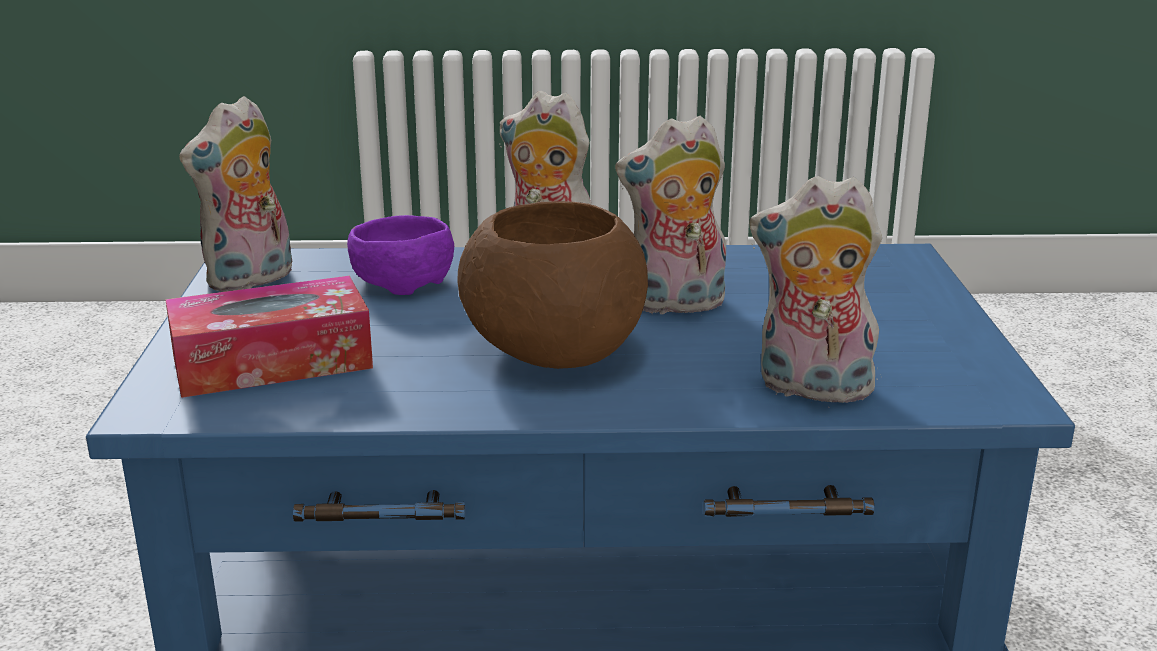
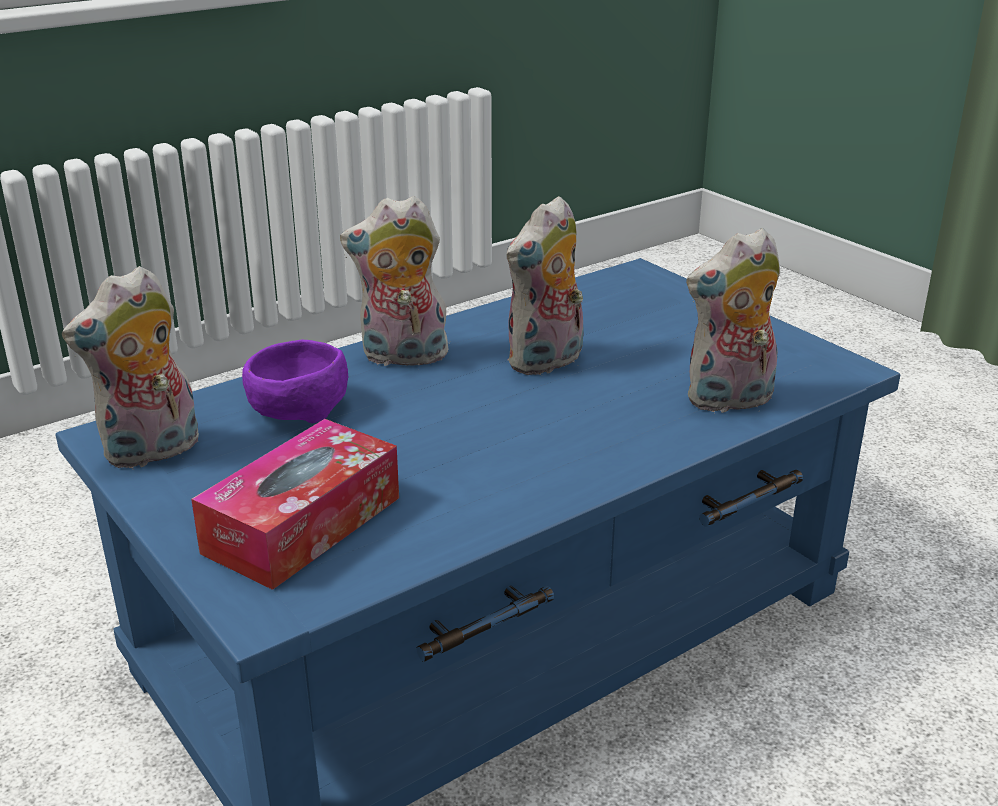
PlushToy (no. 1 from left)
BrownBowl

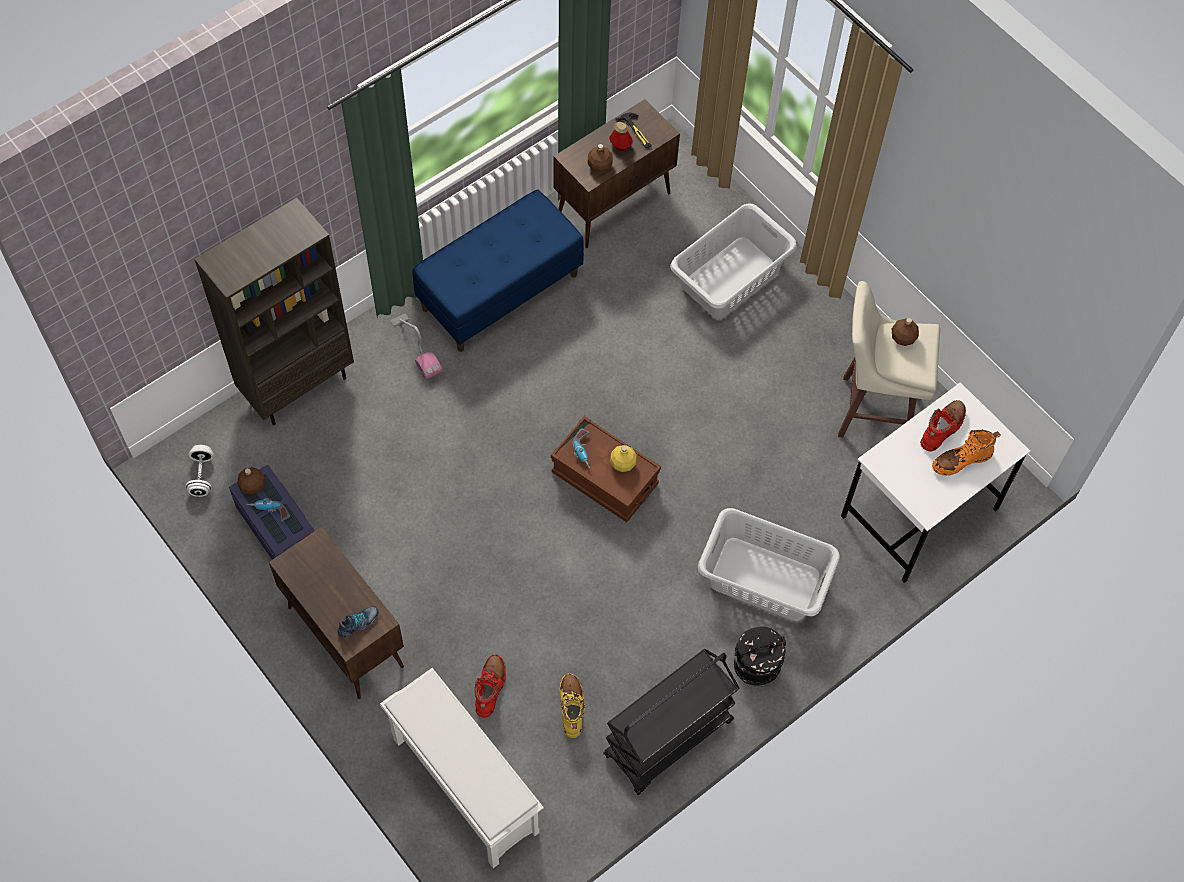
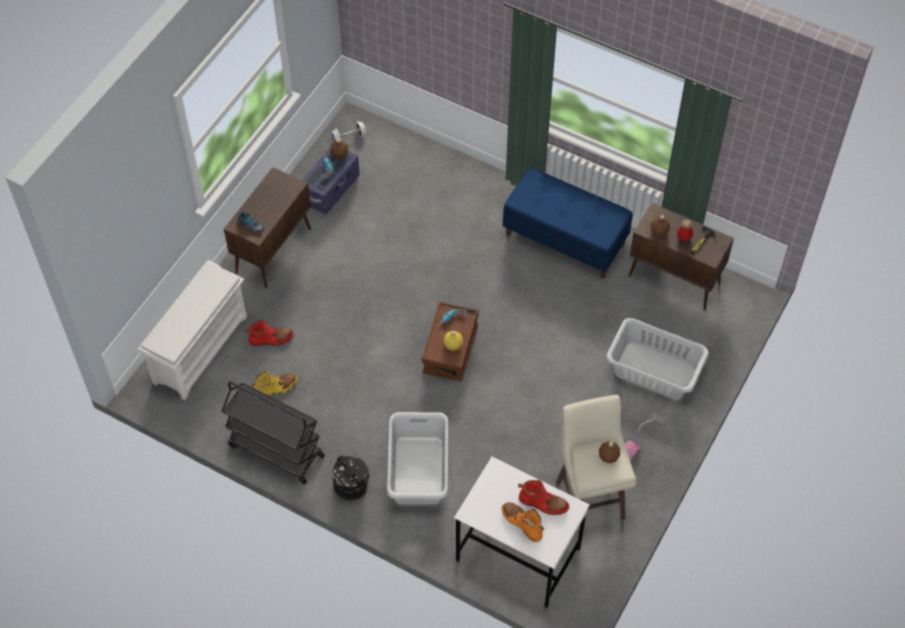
BrownBookcase
VacuumCleaner

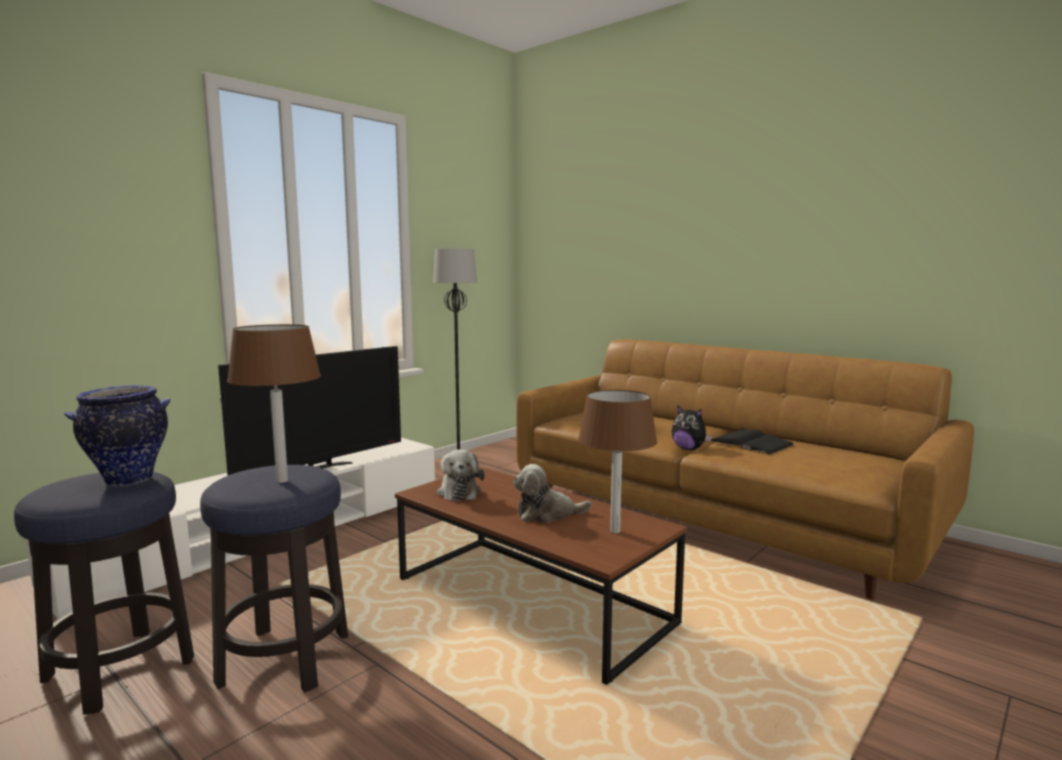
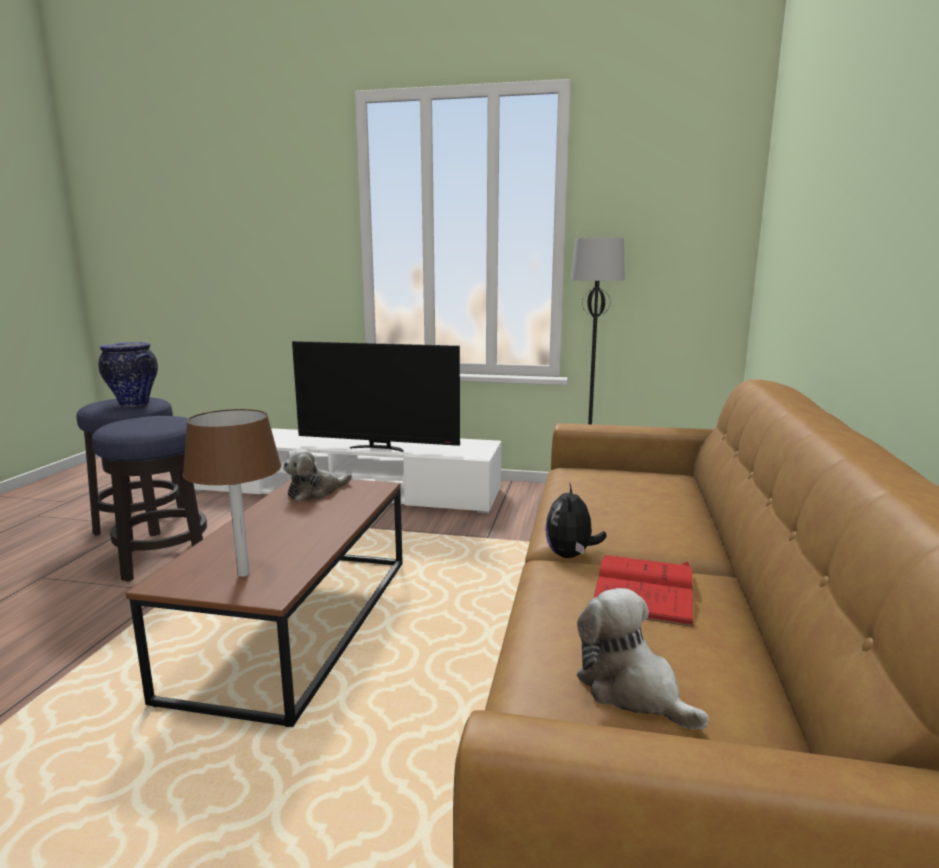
BrownTableLamp (no. 1 from left in the first image)
PlushToy (no. 3 from left)
RedBook

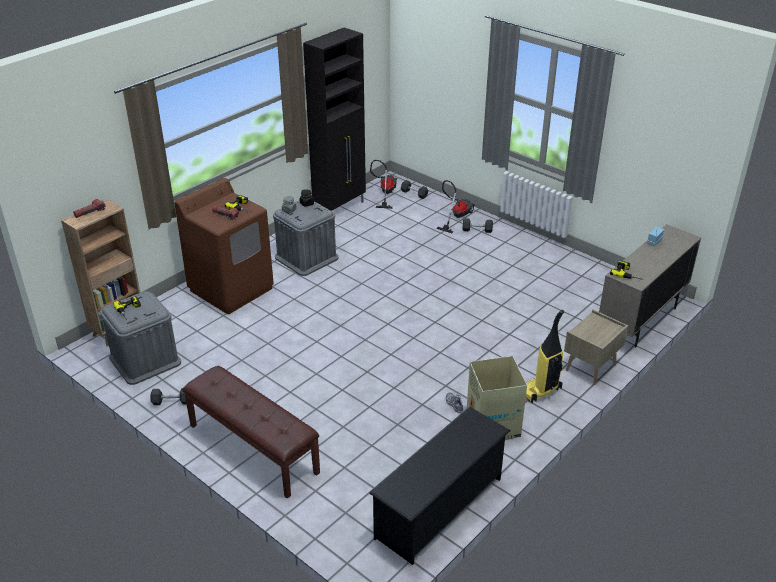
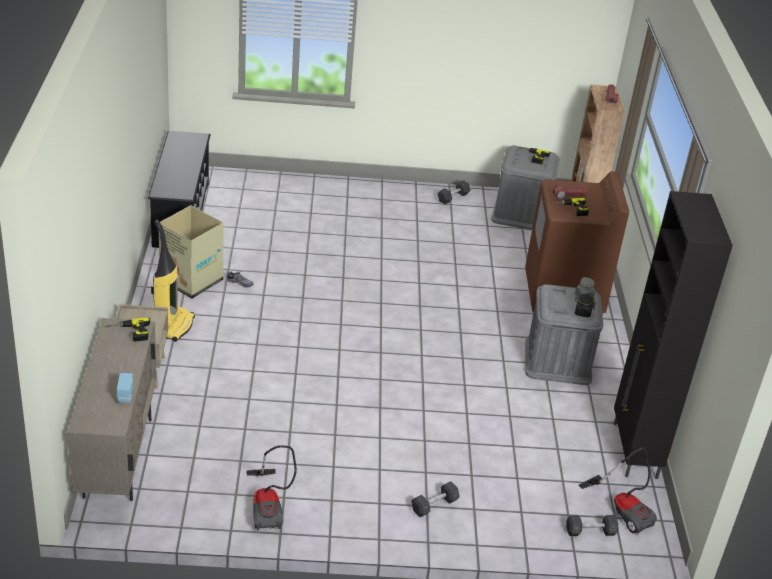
BrownBench
VacuumCleaner (no. 2 from left)

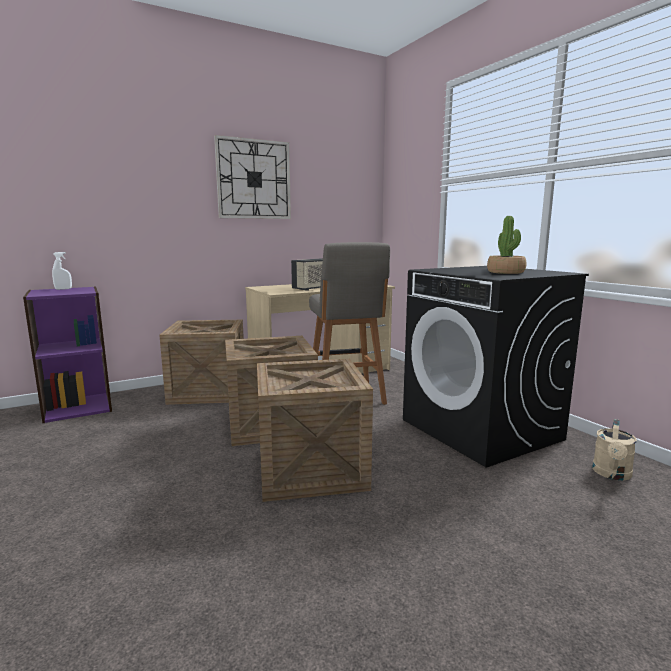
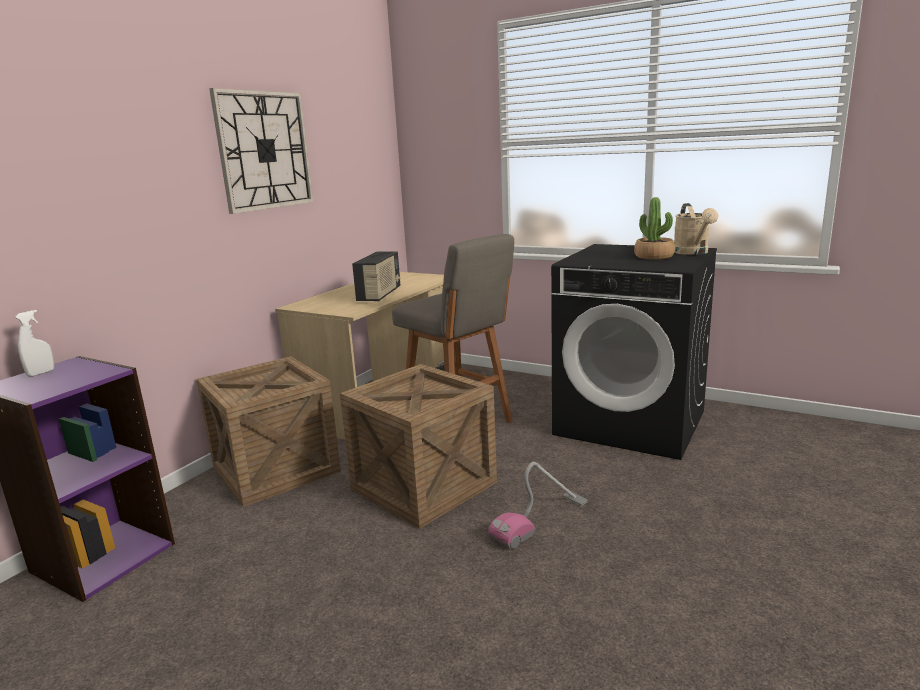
VacuumCleaner
BeigeWateringCan

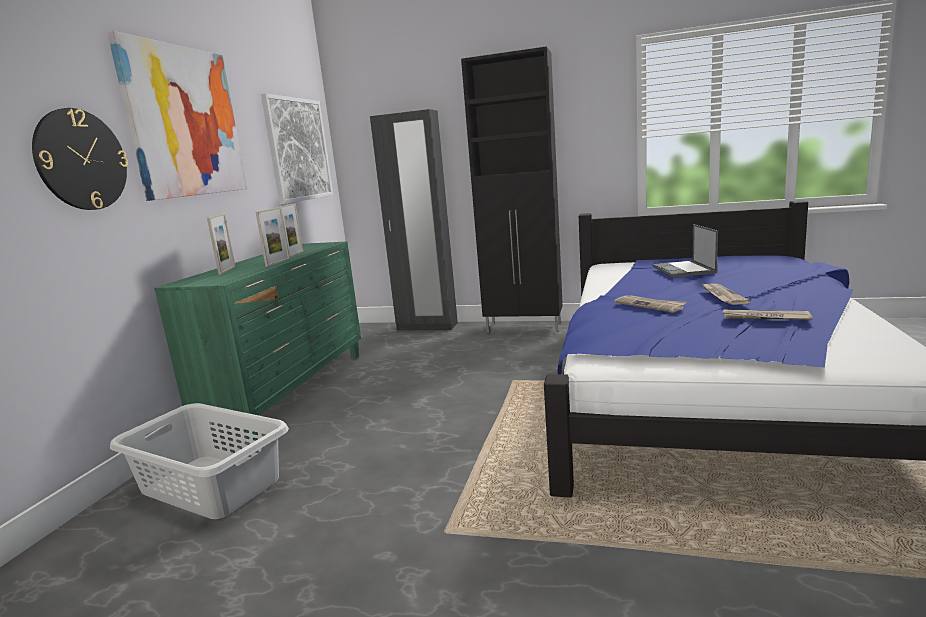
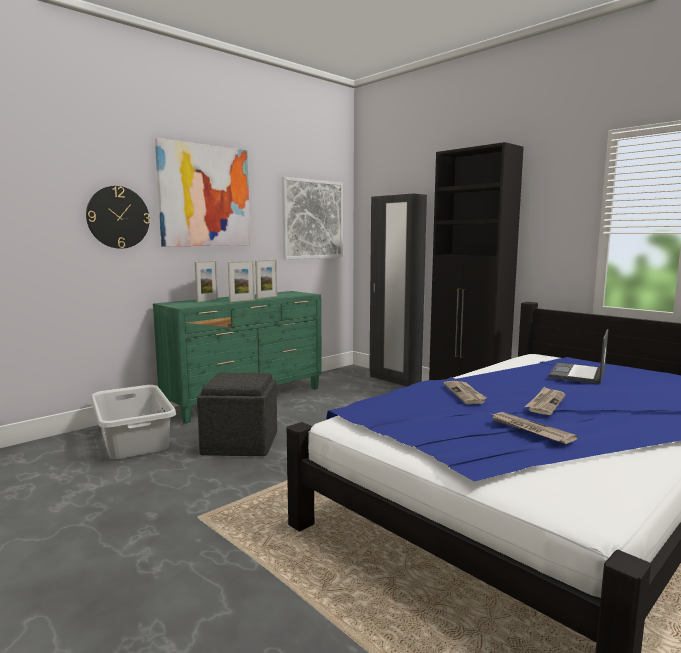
GreyOttoman

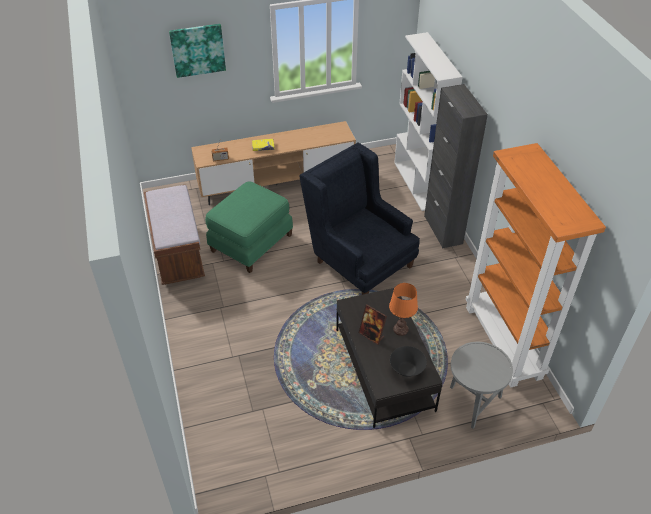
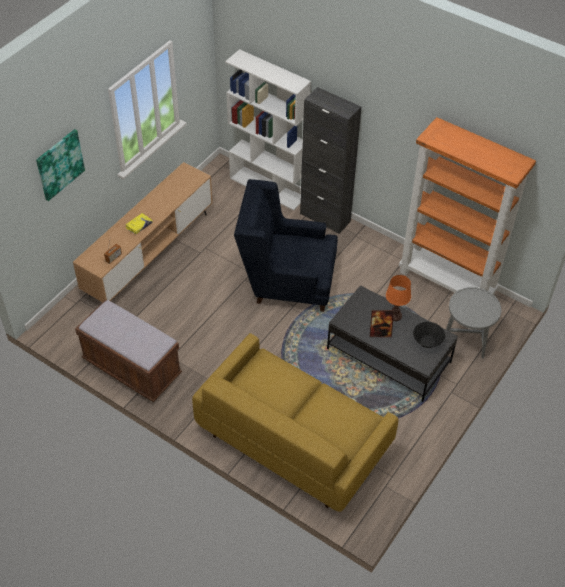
GreenOttoman
YellowSofa

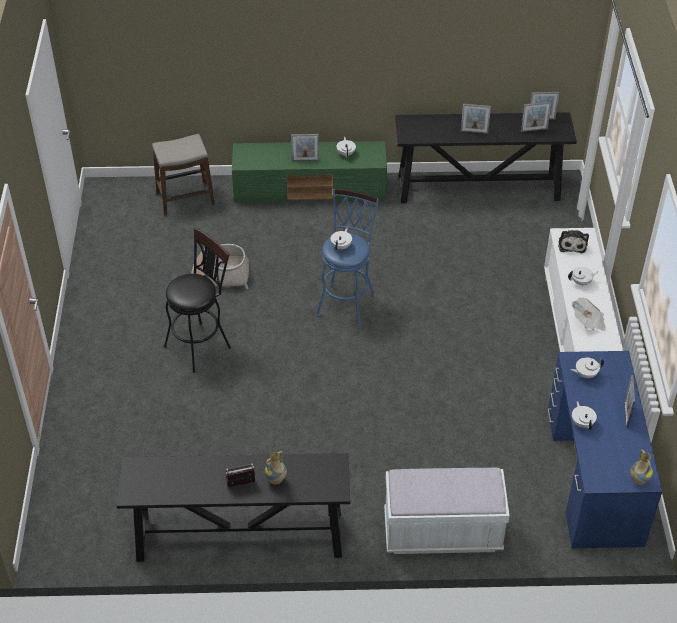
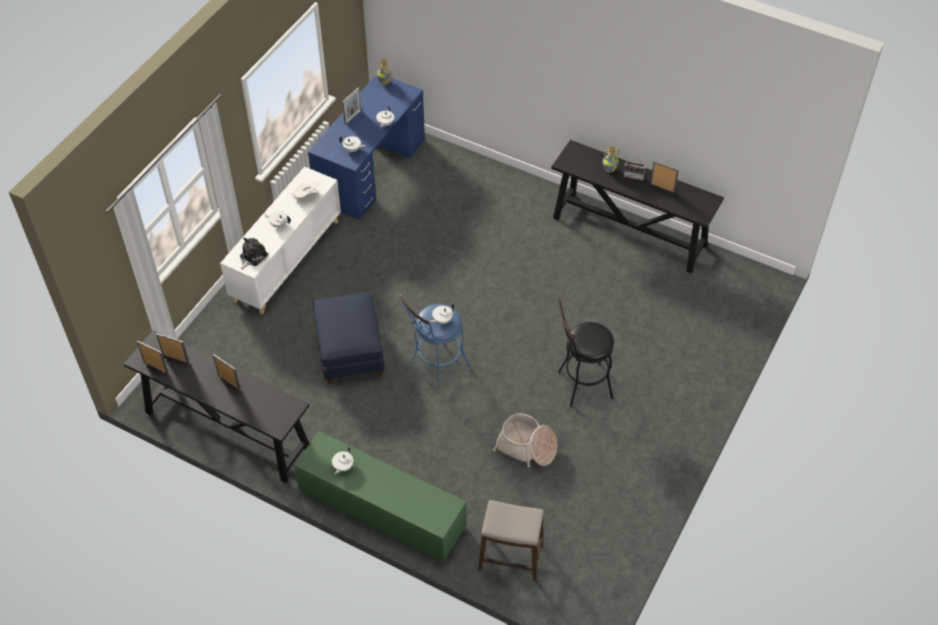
PictureFrame (no. 5 from left)
WhiteBench
BlueOttoman

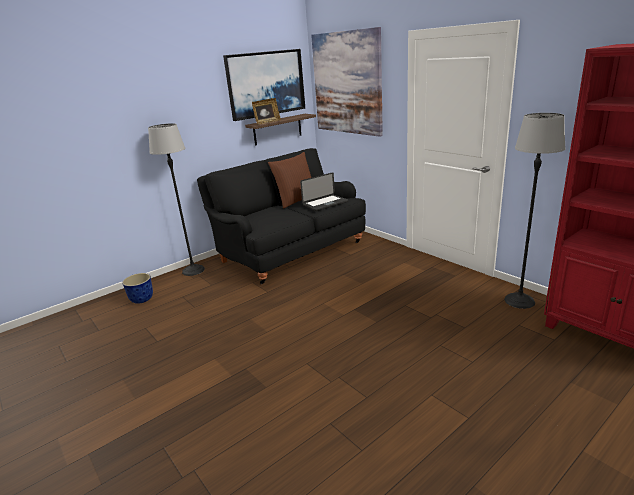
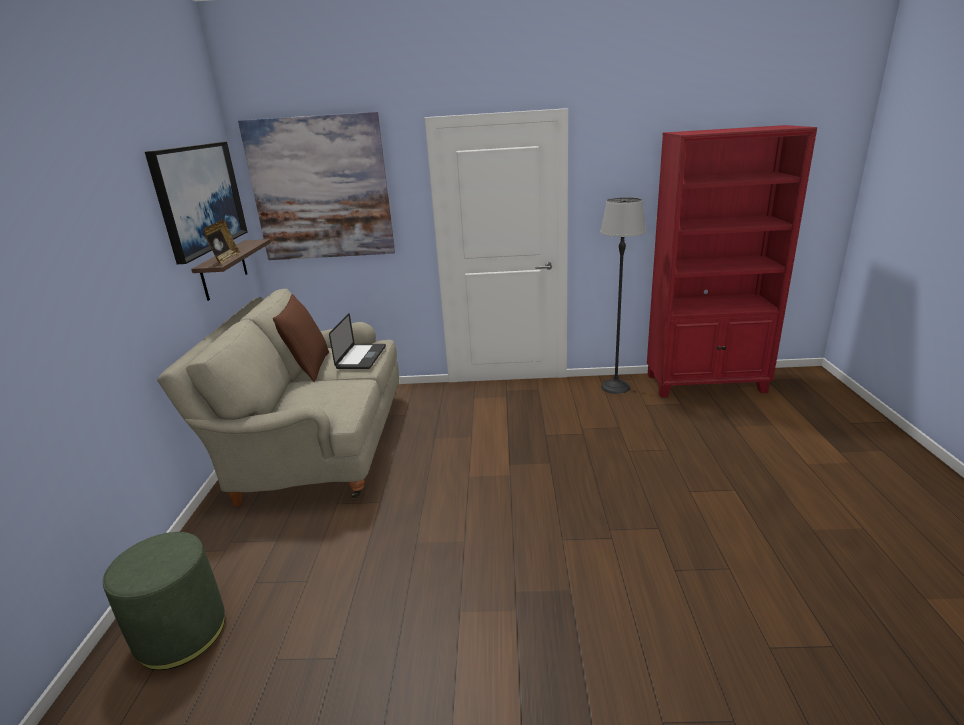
GreenOttoman
FloorLamp (no. 1 from left in the first image)
BeigeSofa

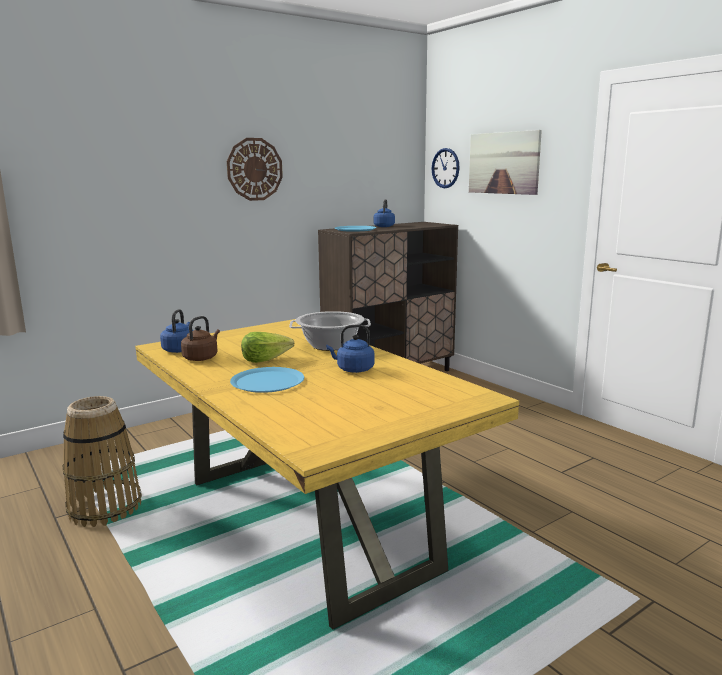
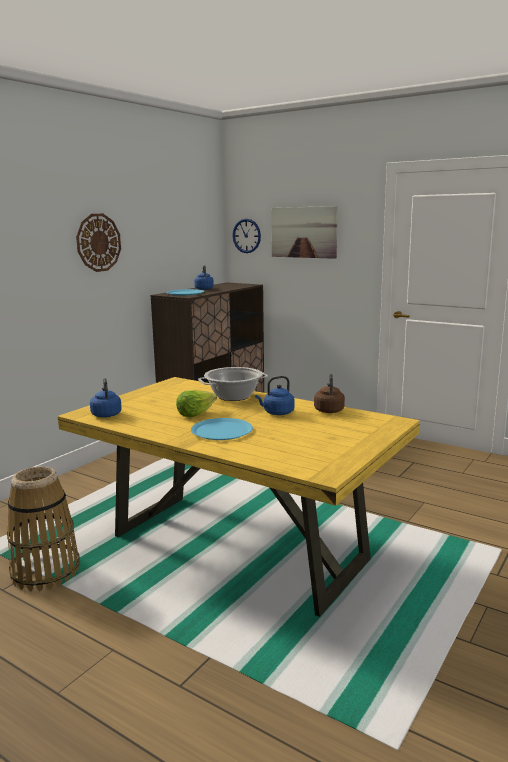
BrownKettle

